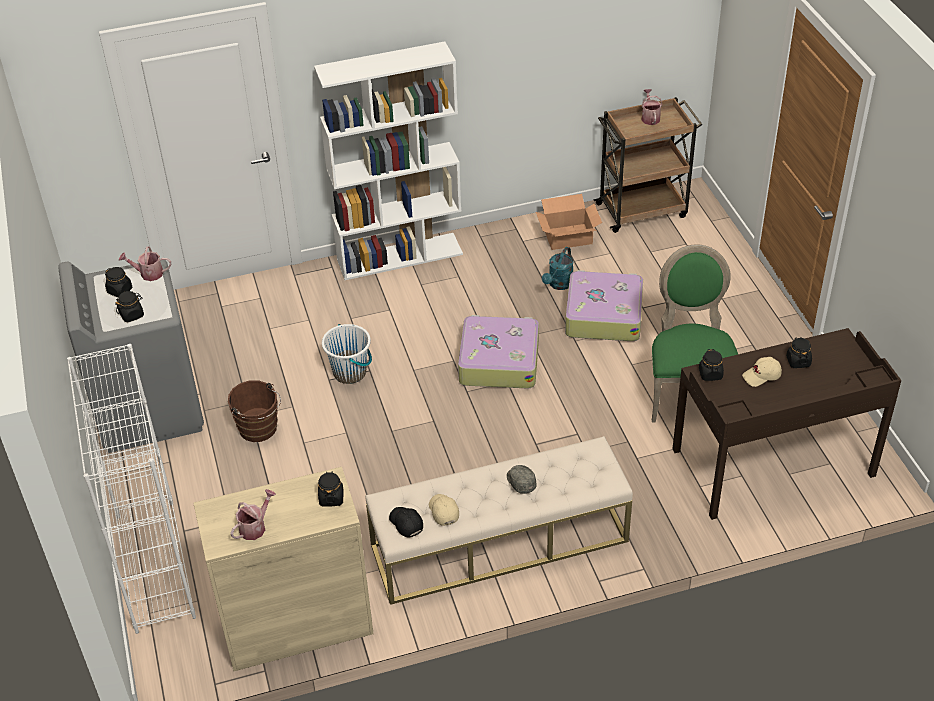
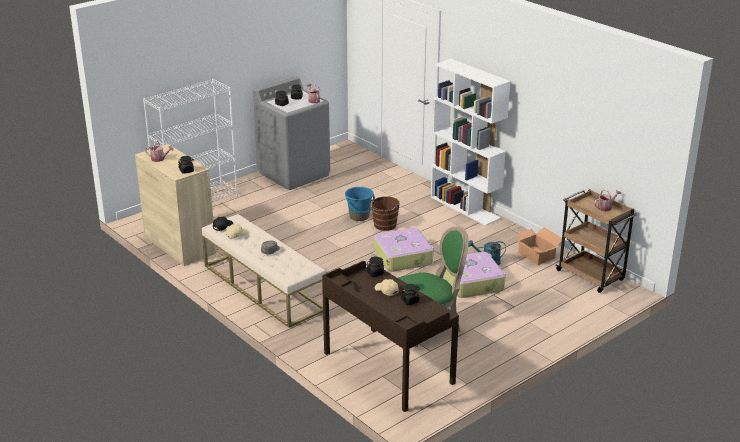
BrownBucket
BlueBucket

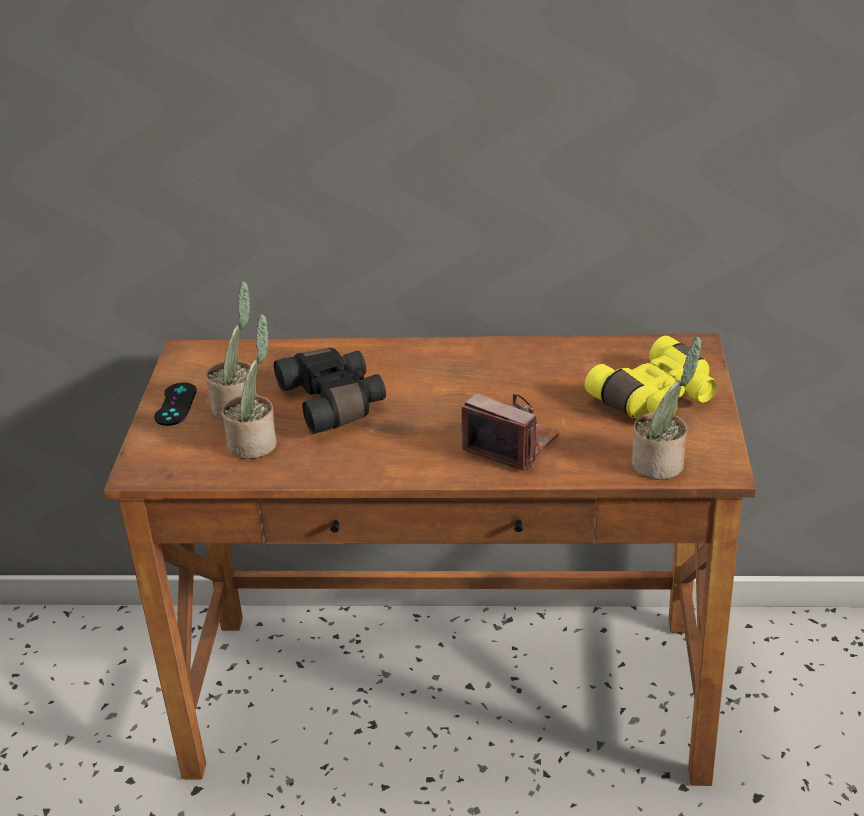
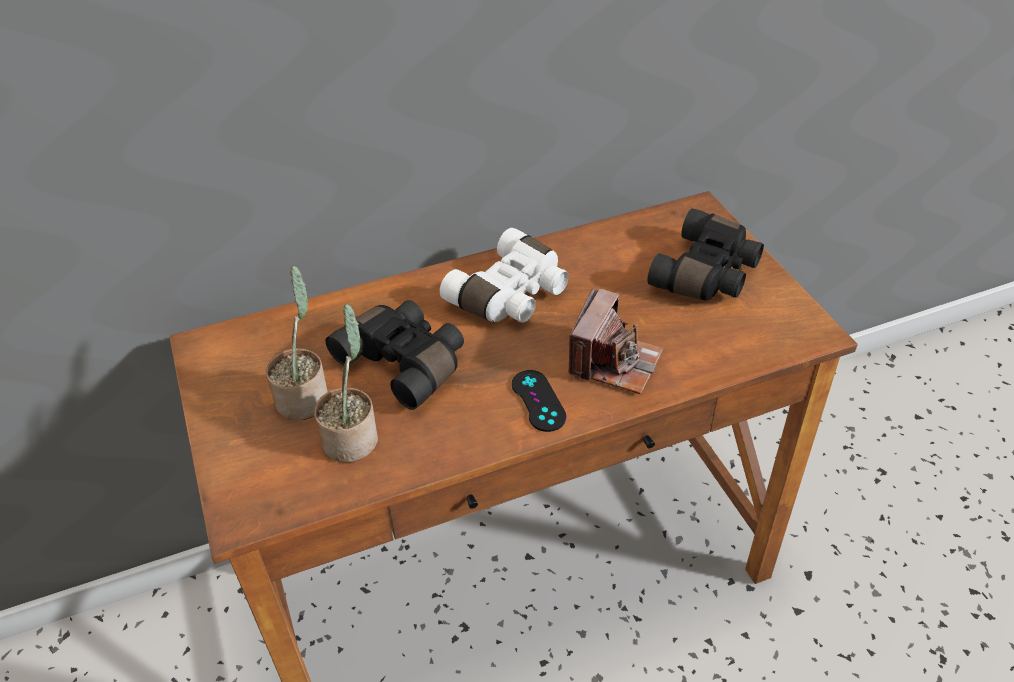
BlackGameController
PhotoCamera
BlackBinoculars (no. 2 from left)
PottedPlant (no. 3 from left in the first image)
WhiteBinoculars

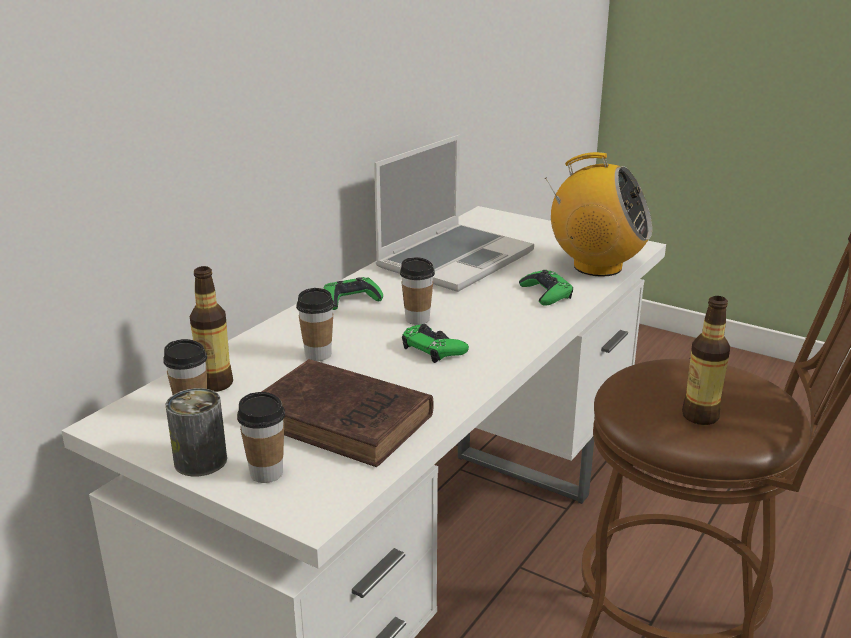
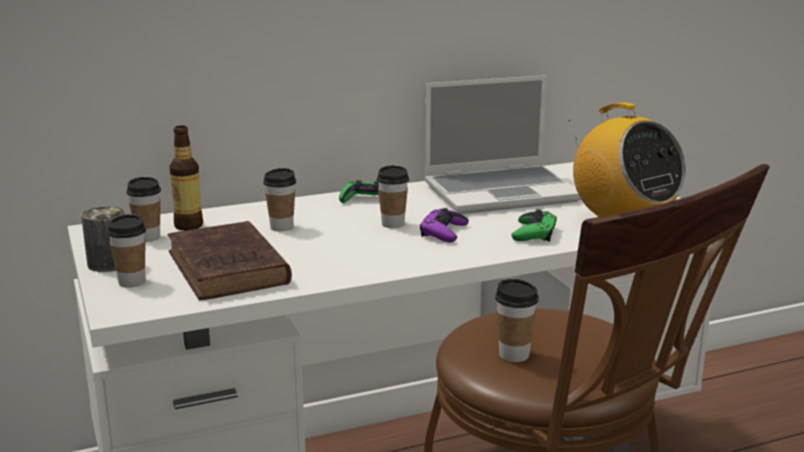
GreenGameController (no. 2 from left in the first image)
Cup (no. 5 from left)
PurpleGameController

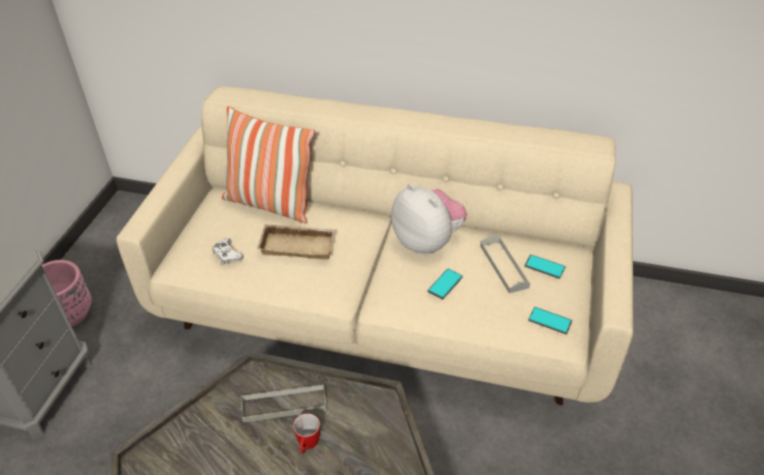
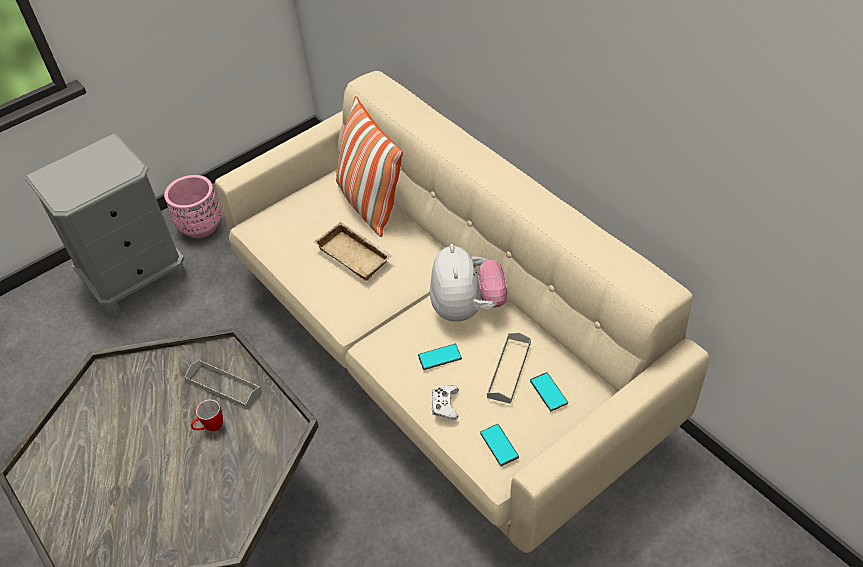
WhiteGameController

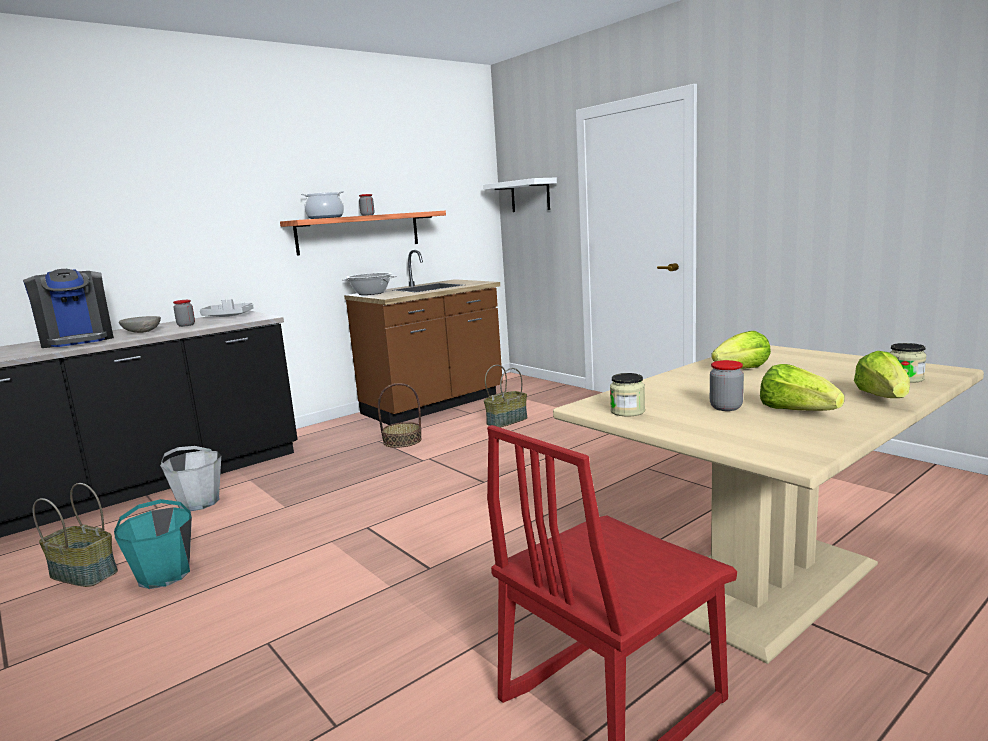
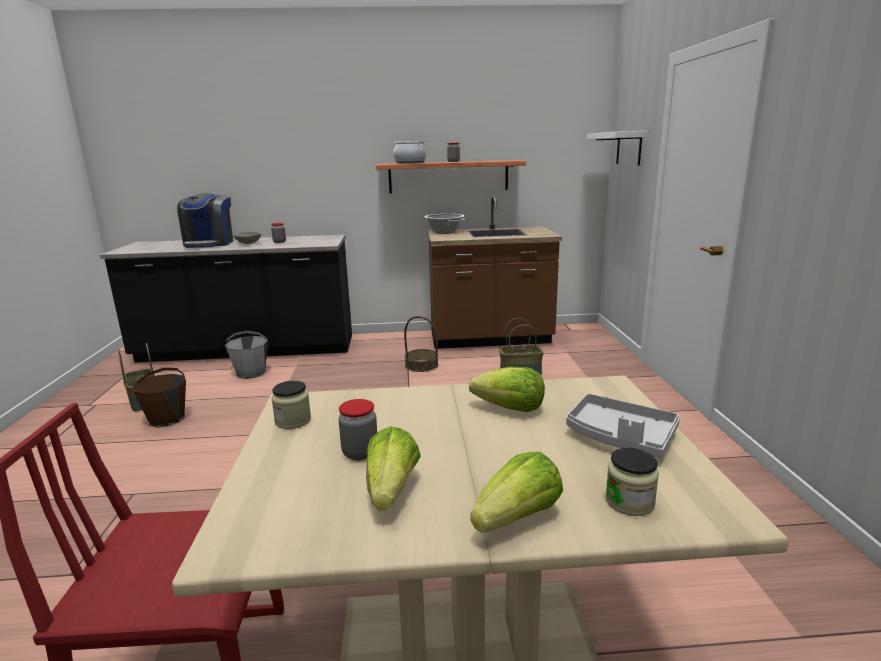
BrownBucket
GreyTray

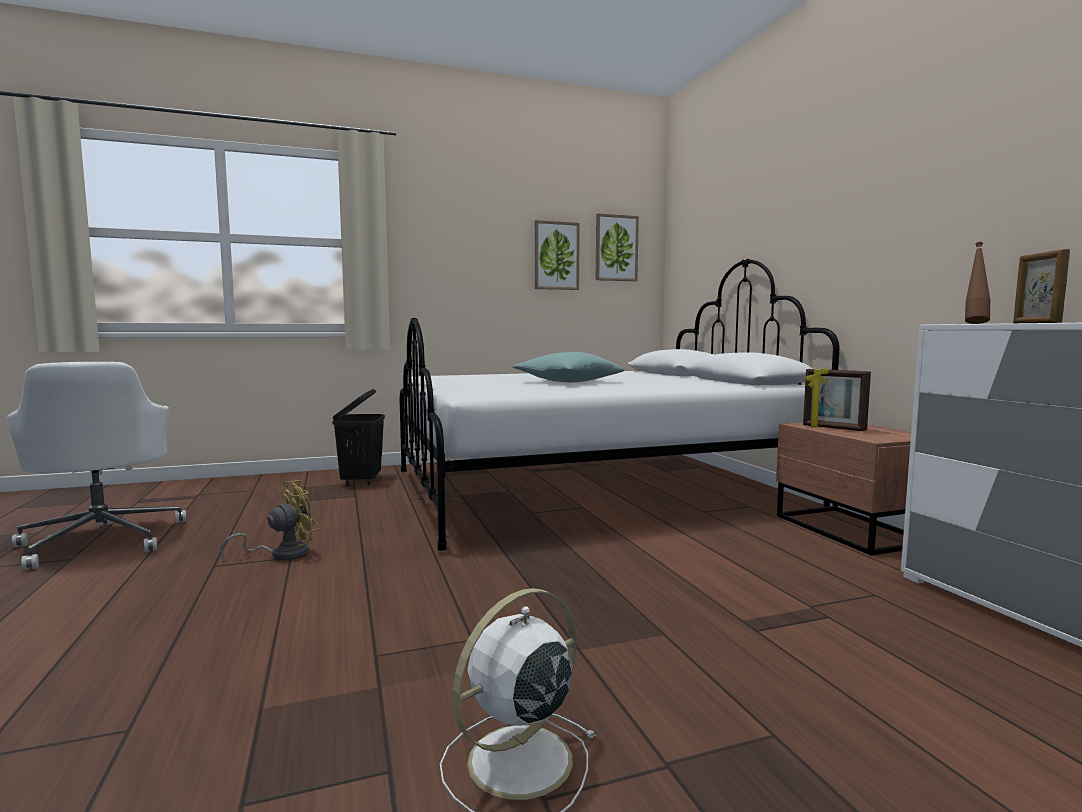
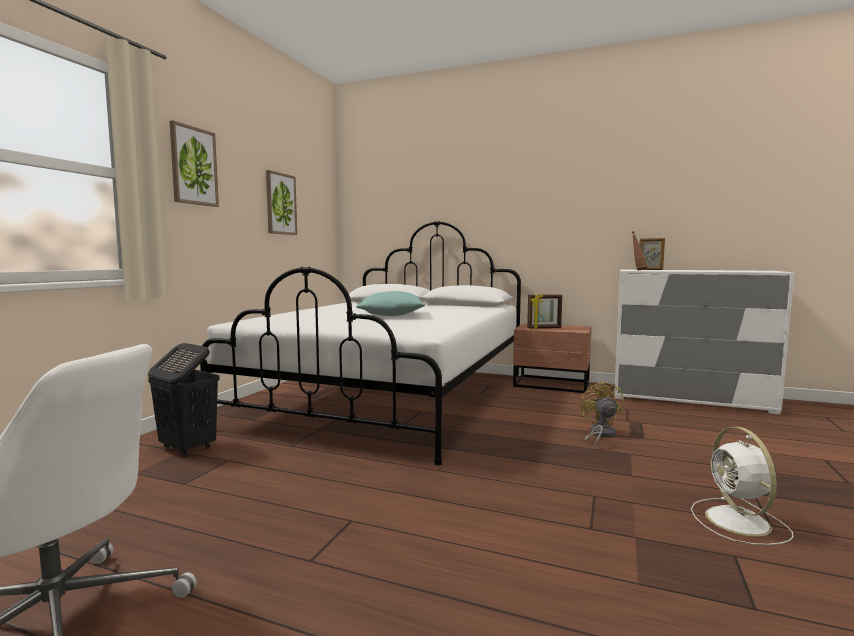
YellowFan
Picture (no. 1 from left)

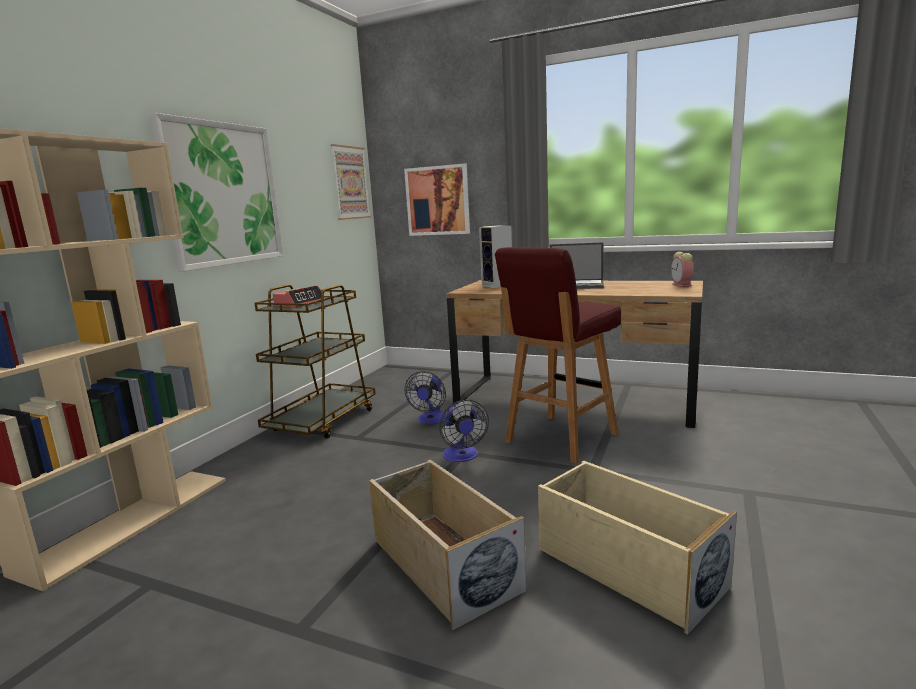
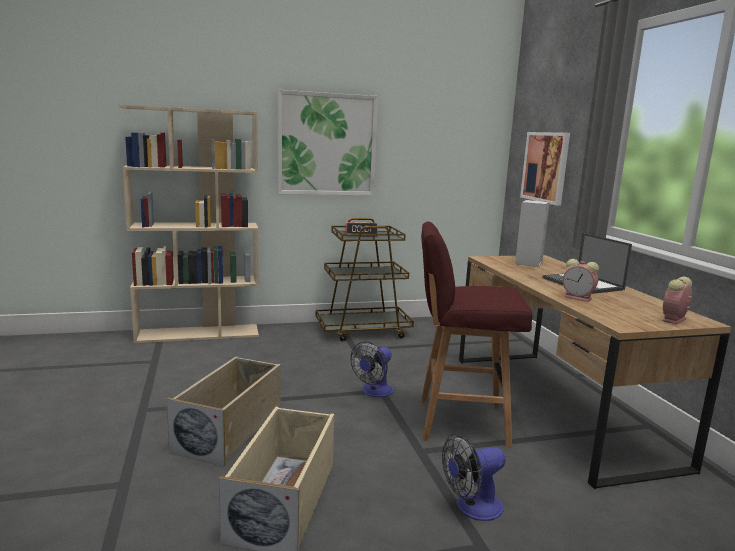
Picture (no. 2 from left in the first image)
Fan (no. 2 from left)
AlarmClock (no. 2 from left)

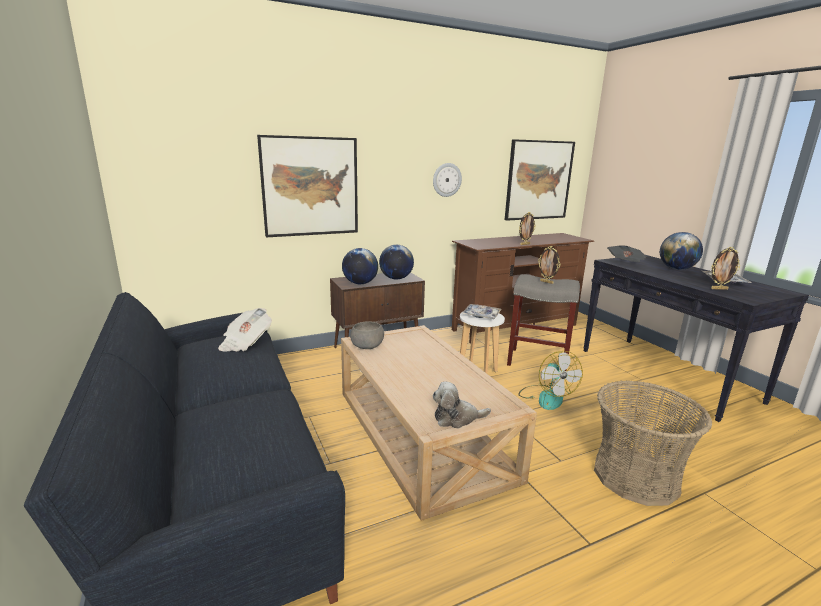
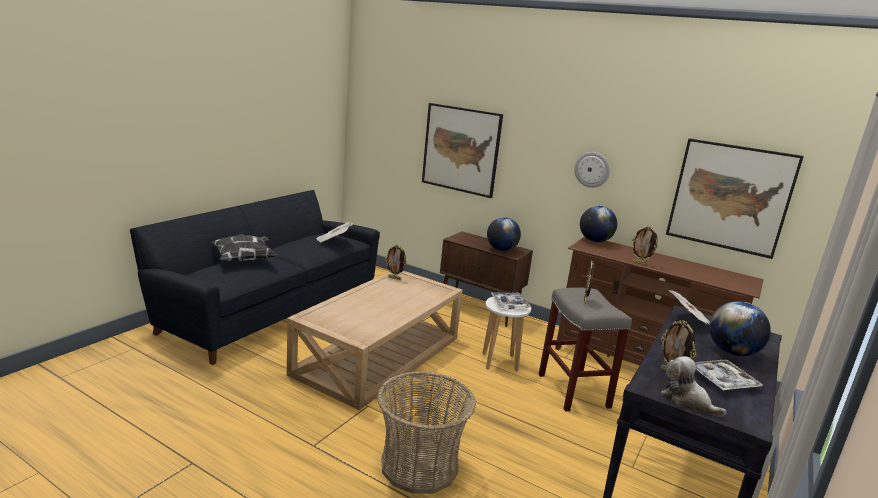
Globe (no. 2 from left)
PictureFrame (no. 1 from left)
PlushToy
Fan
Pillow

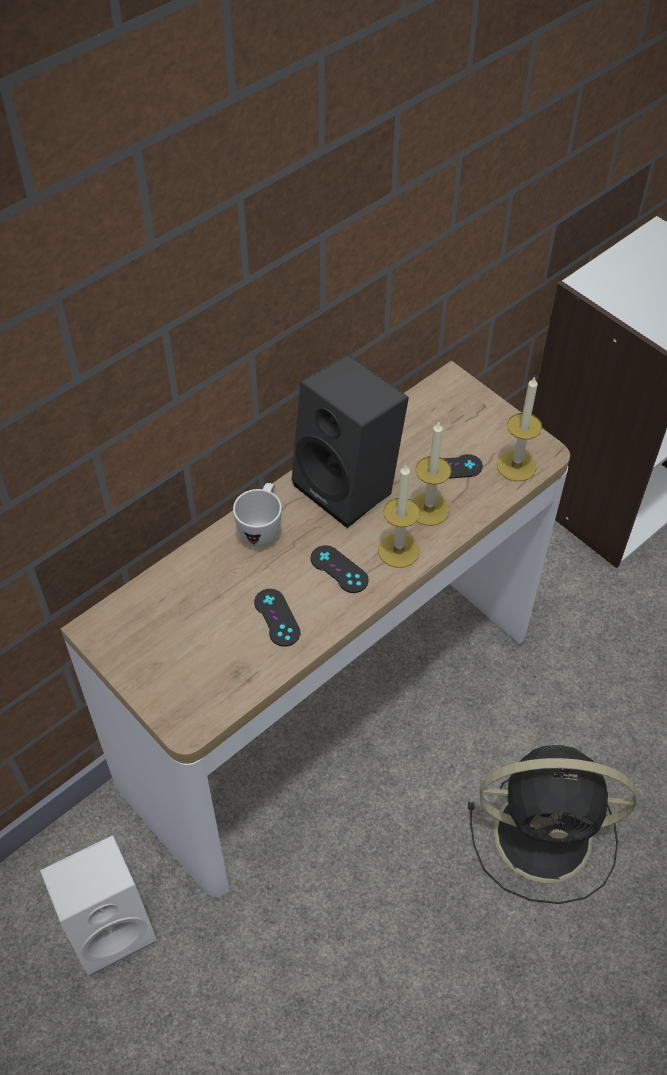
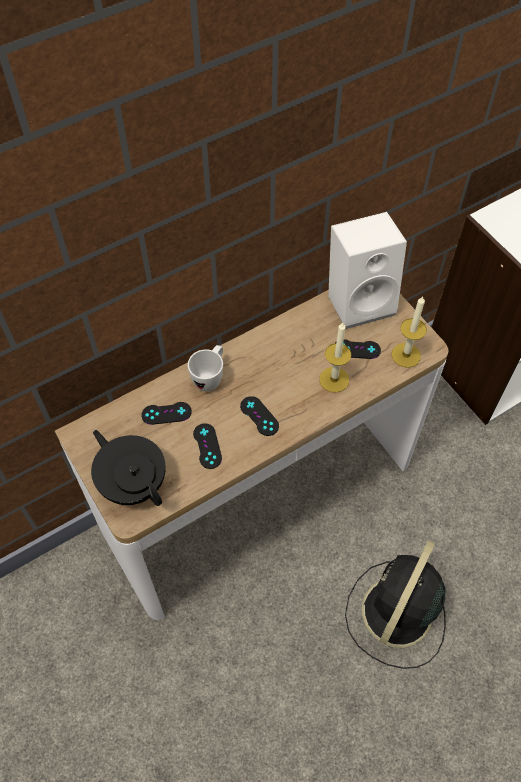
WhiteSpeaker
BlackSpeaker
Candle (no. 1 from left in the first image)
BlackFan
BlackTeapot
BlackGameController (no. 1 from left)

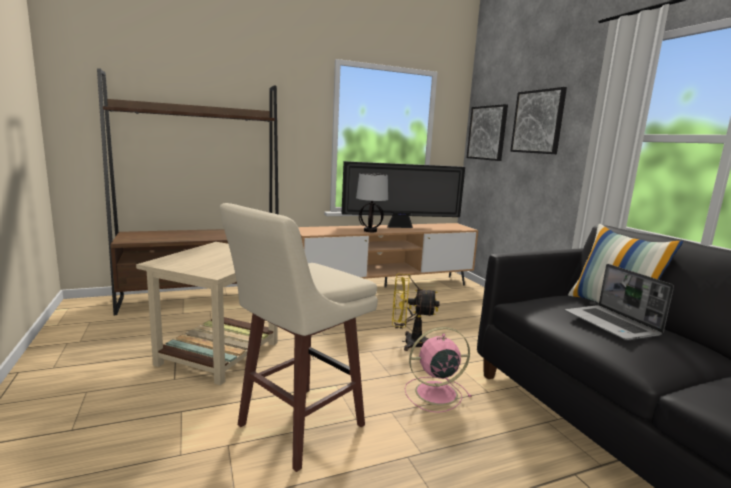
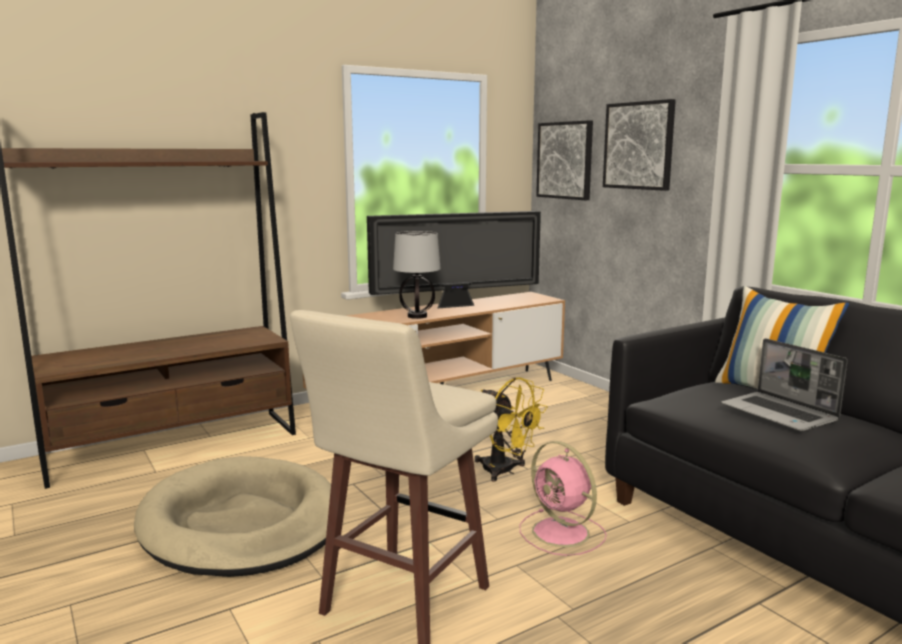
BeigeDogBed
YellowFan
PinkFan

